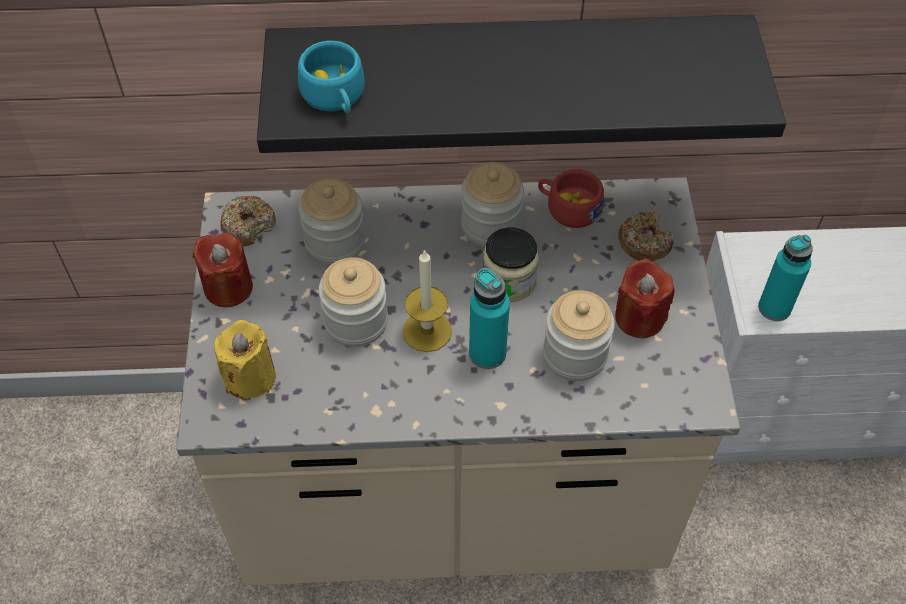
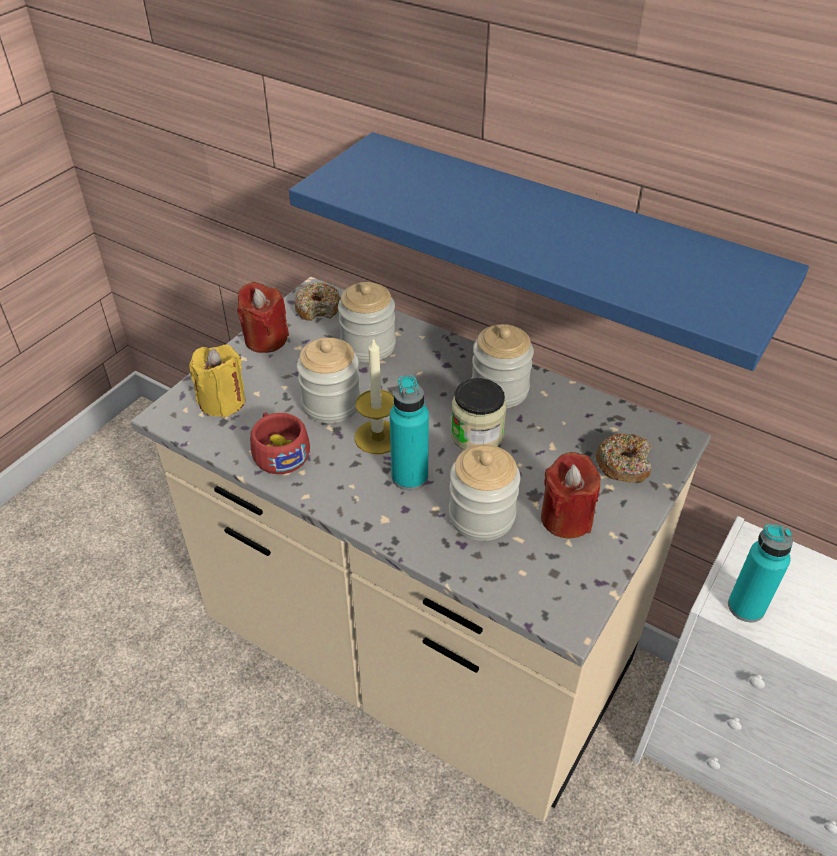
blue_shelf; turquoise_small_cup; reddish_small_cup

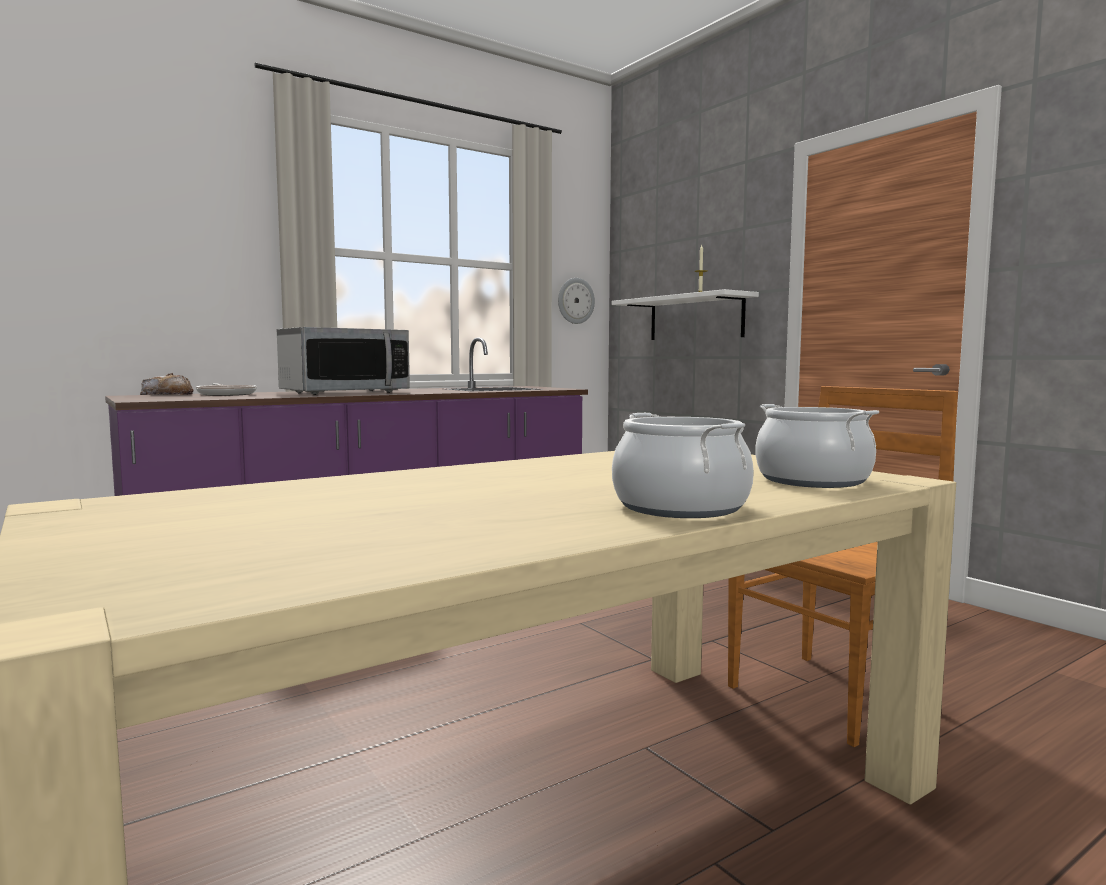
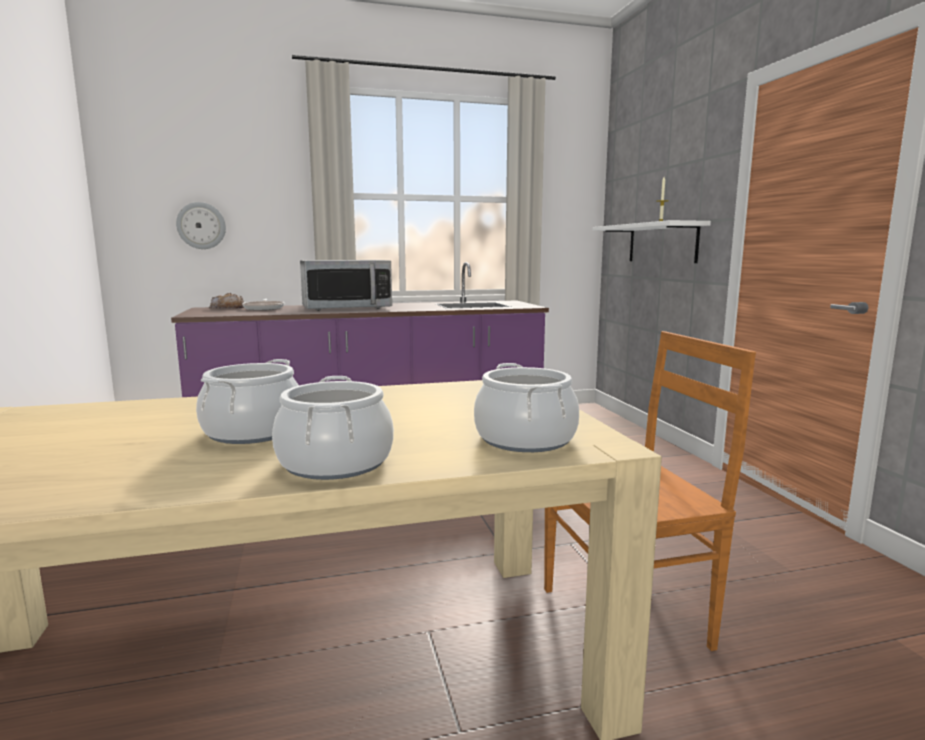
hanging_clock; stockpot (no. 1 from left)

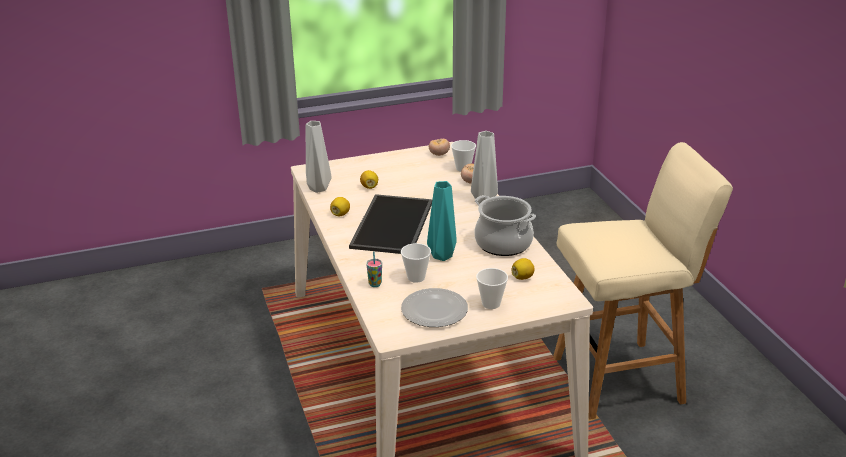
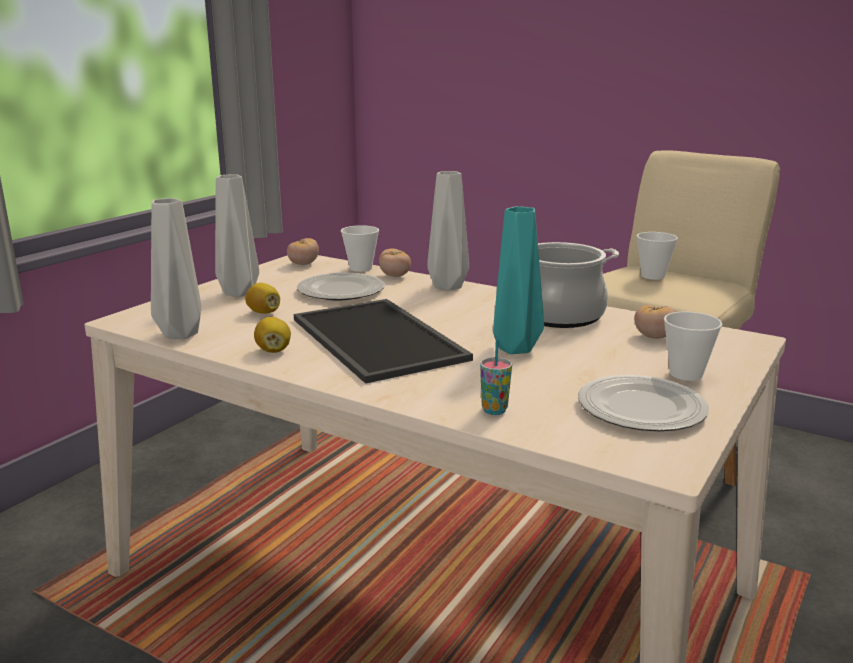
small_cup (no. 3 from left); whole_tomato (no. 3 from left); grey_decorative_vase (no. 2 from left); flat_dish (no. 1 from left)

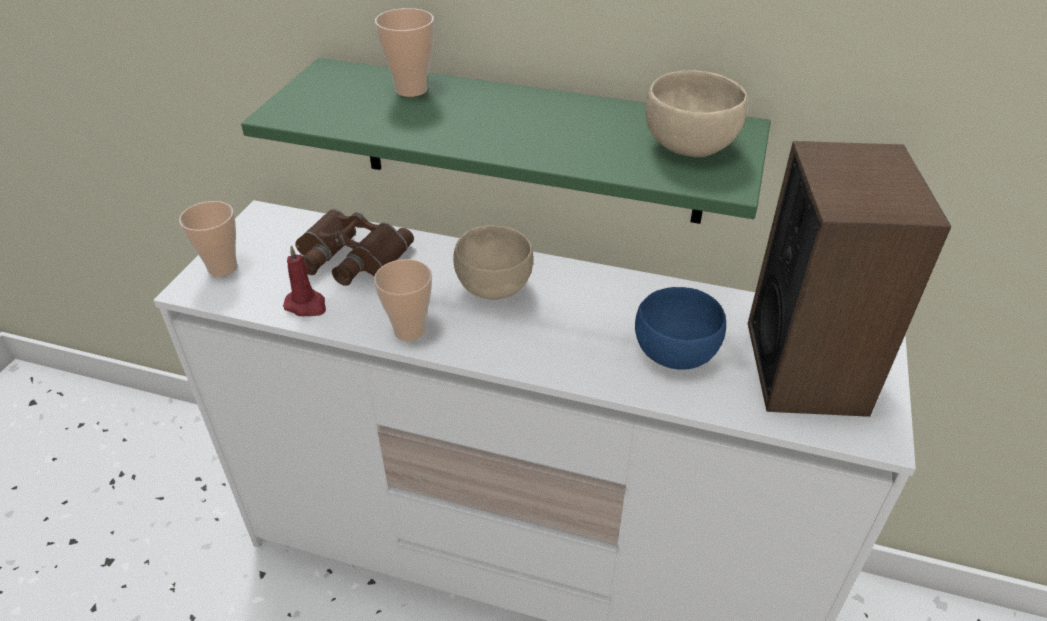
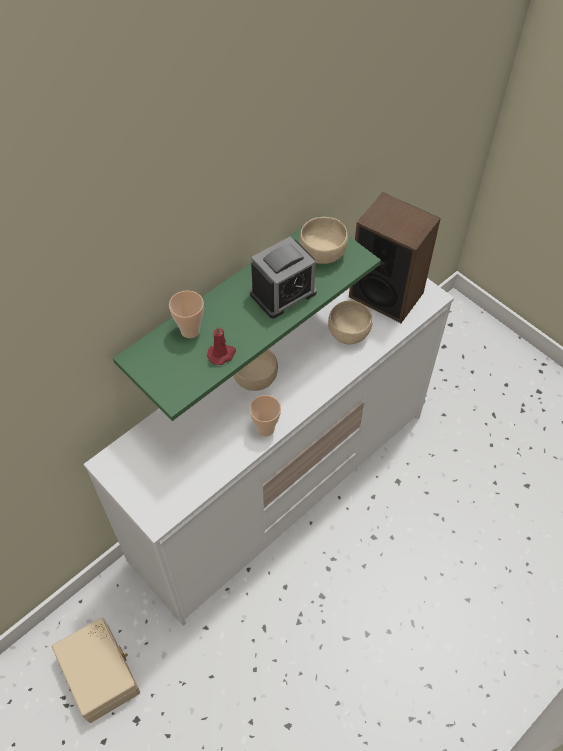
small_cup (no. 1 from left in the first image); reddish_candle; brown-coloured_pair_of_binoculars; sand-coloured_serving_bowl (no. 3 from left); sand-coloured_storage_box; alarm_clock

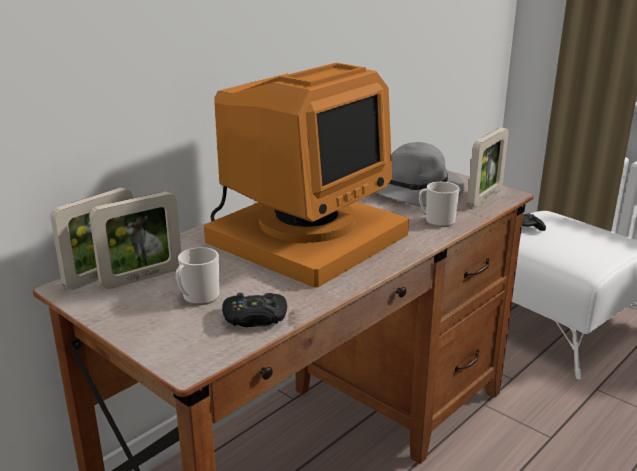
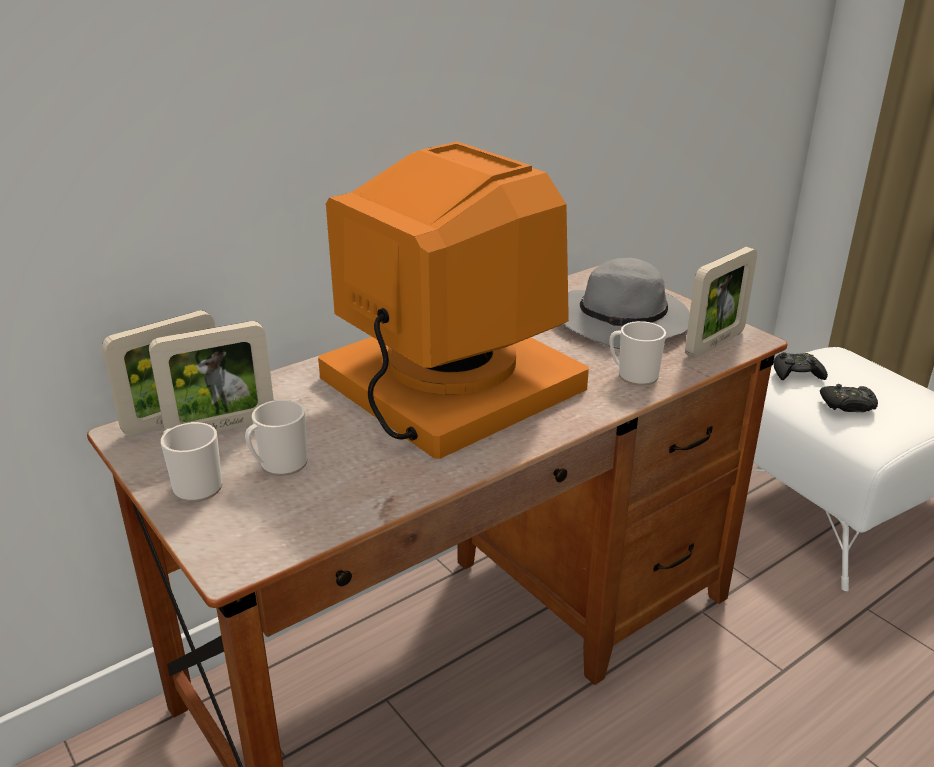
computer_screen; black-coloured_joypad (no. 2 from left); tea_mug (no. 1 from left)

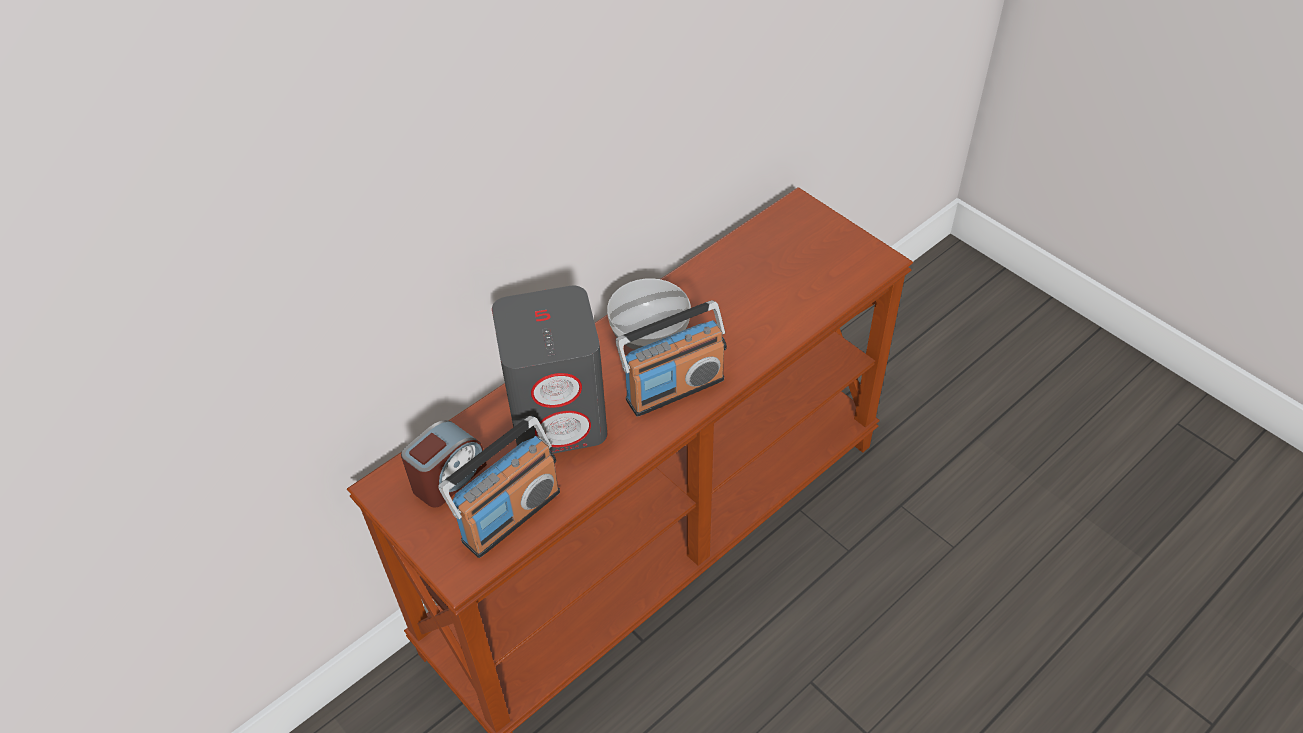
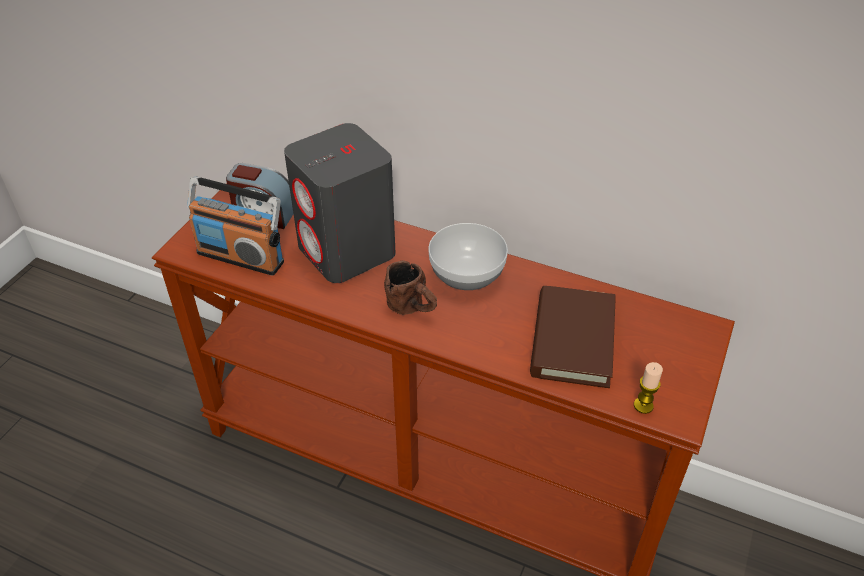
brown-coloured_tea_mug; brown-coloured_volume; candle

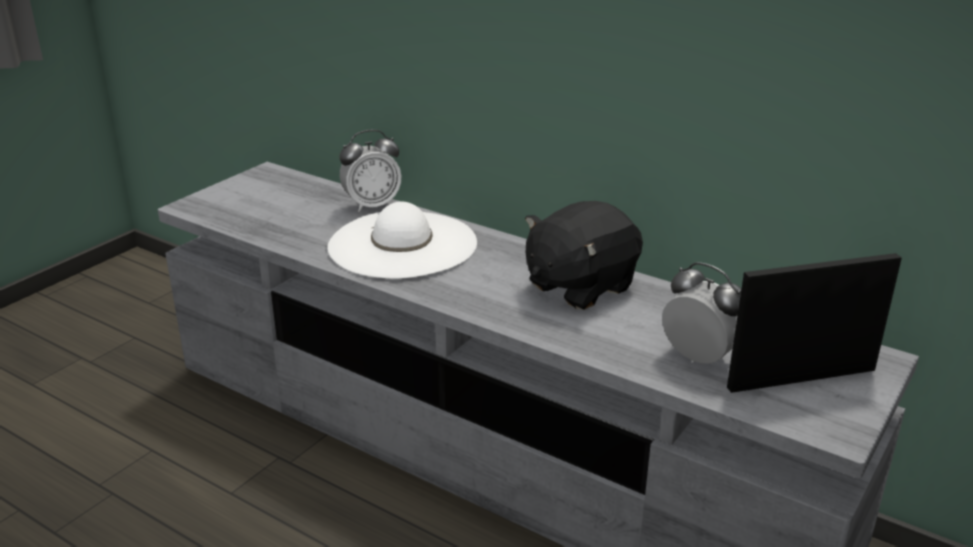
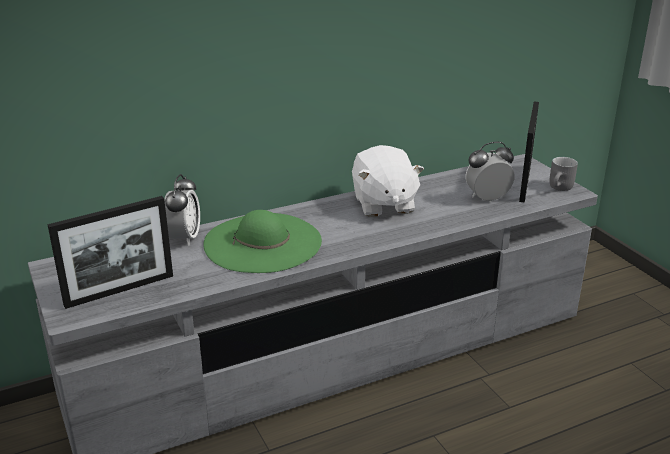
greenish_wearable_hat; white-coloured_plush_toy; standing_frame (no. 1 from left); grey_tea_mug

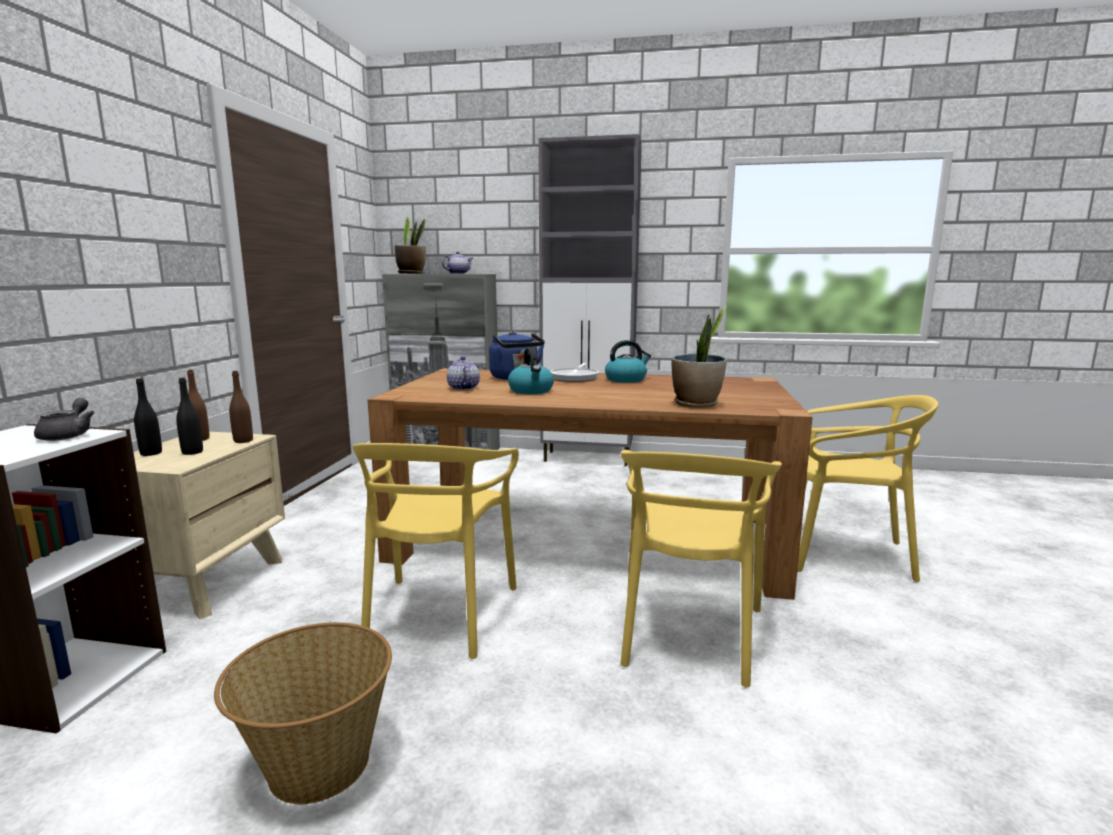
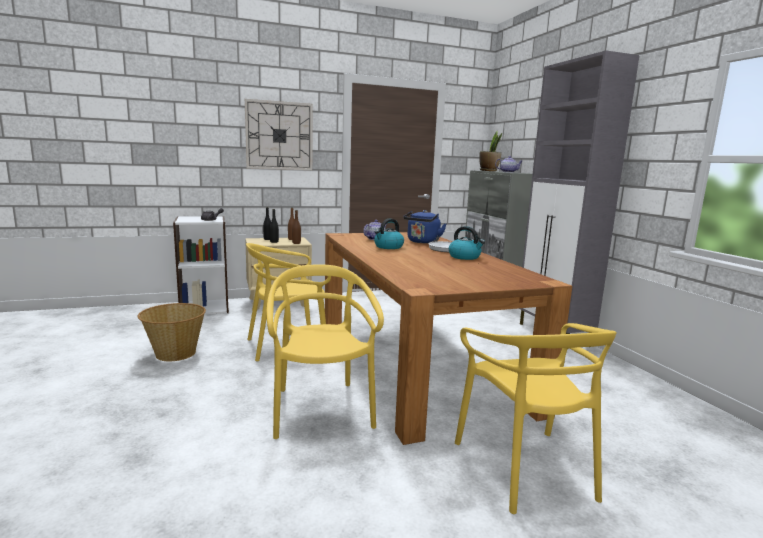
yellow-coloured_plain_chair (no. 2 from left); houseplant (no. 2 from left in the first image); hanging_clock

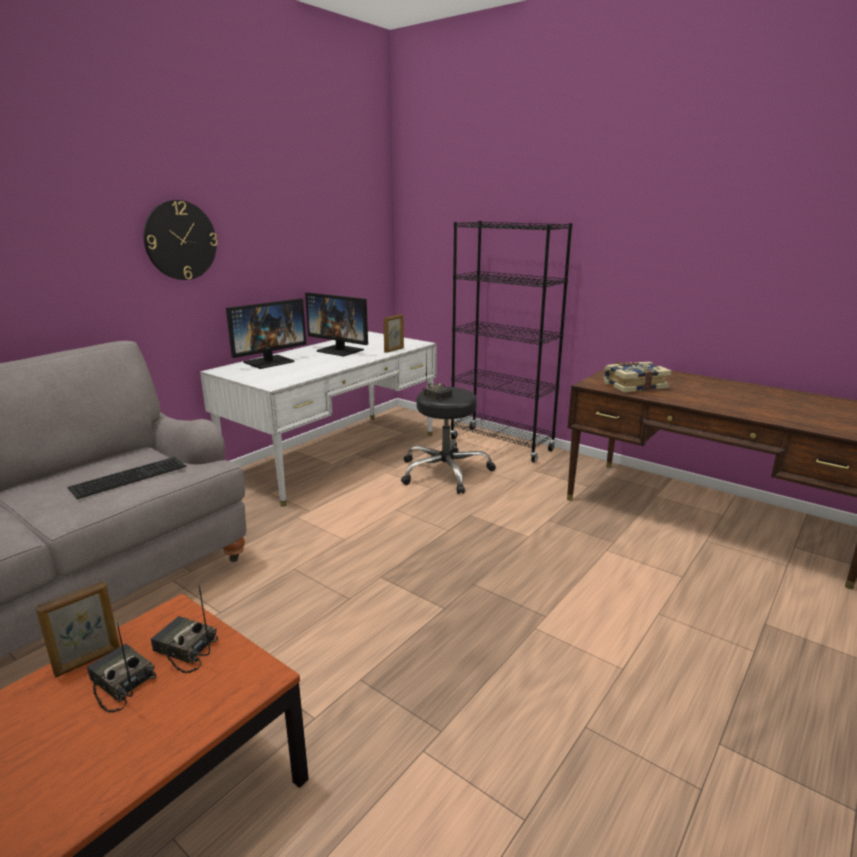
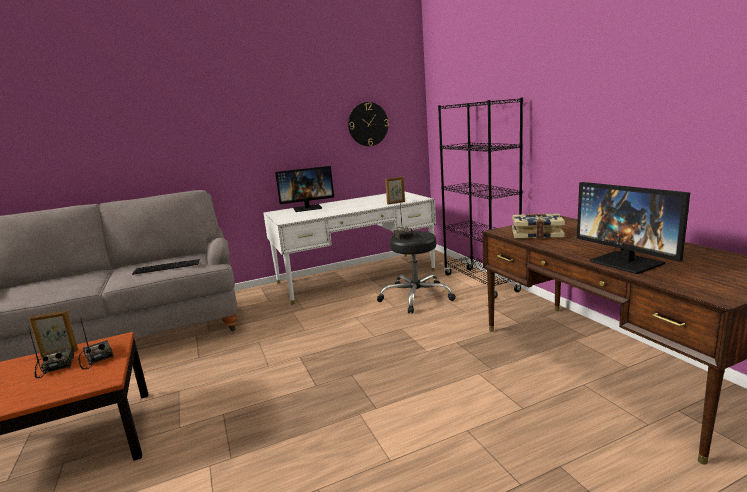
hanging_clock; computer_screen (no. 2 from left)

